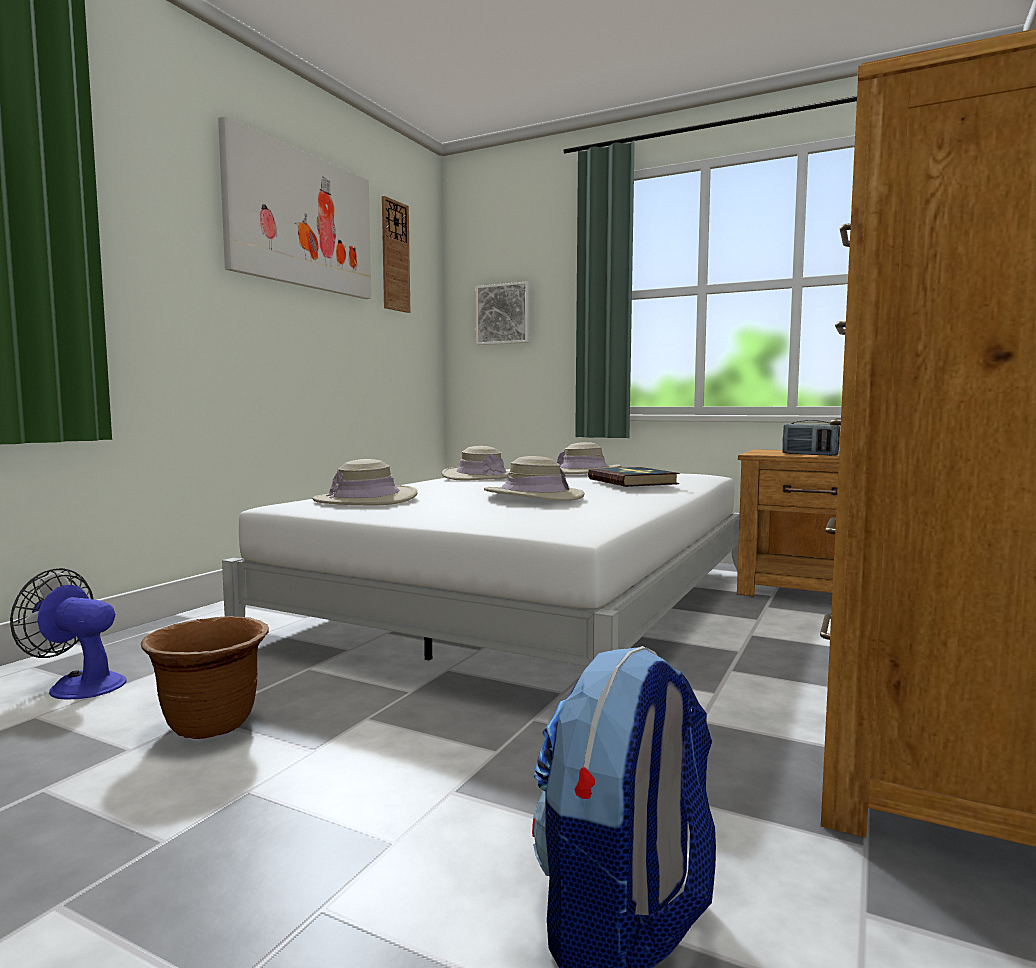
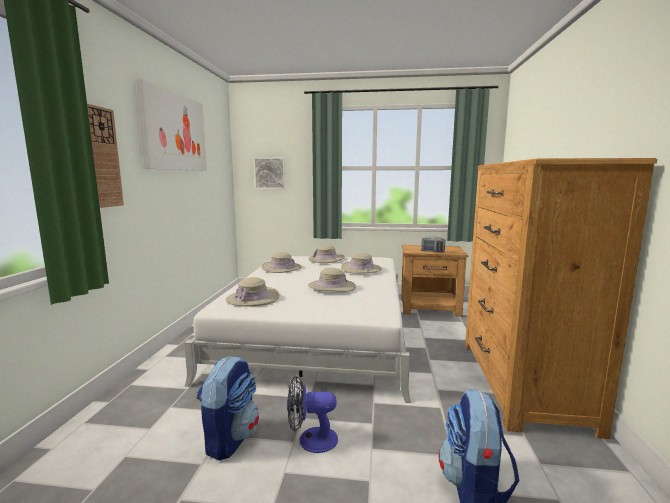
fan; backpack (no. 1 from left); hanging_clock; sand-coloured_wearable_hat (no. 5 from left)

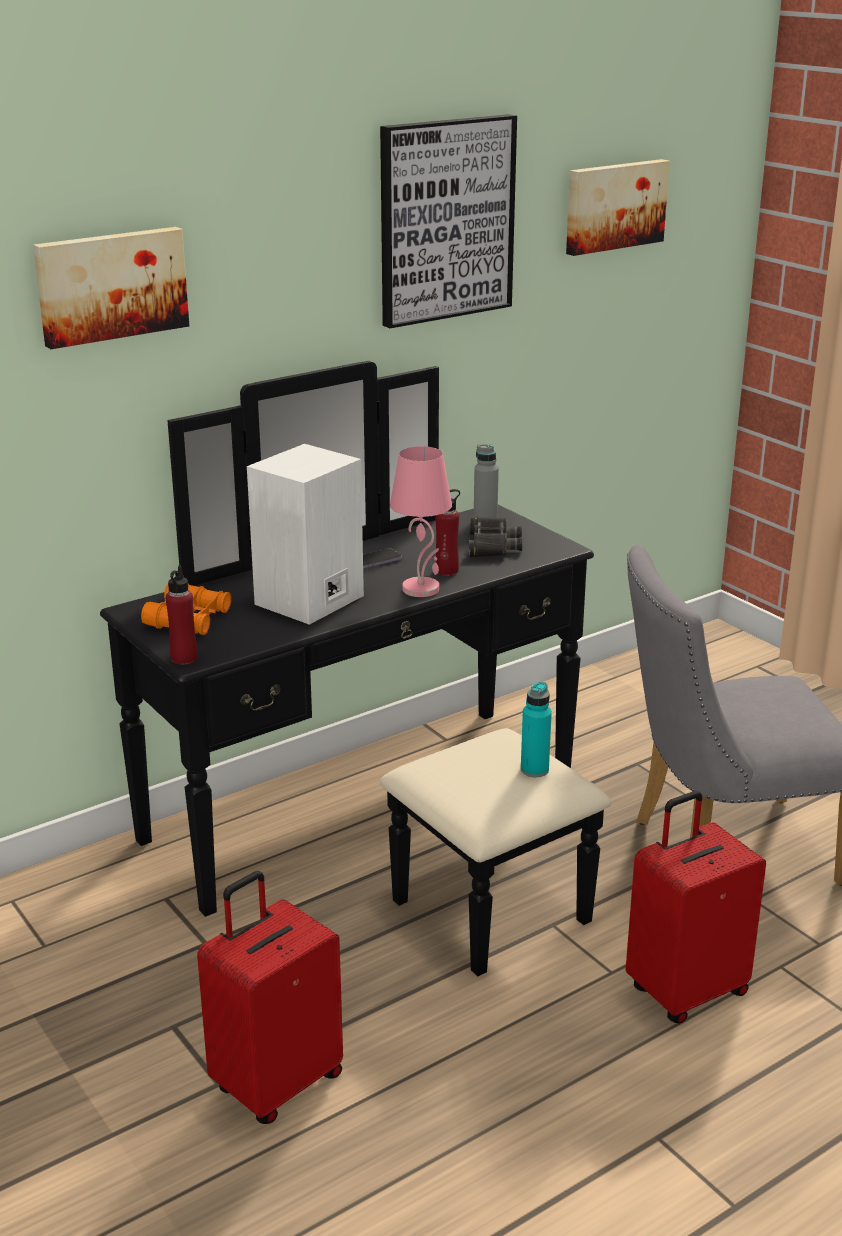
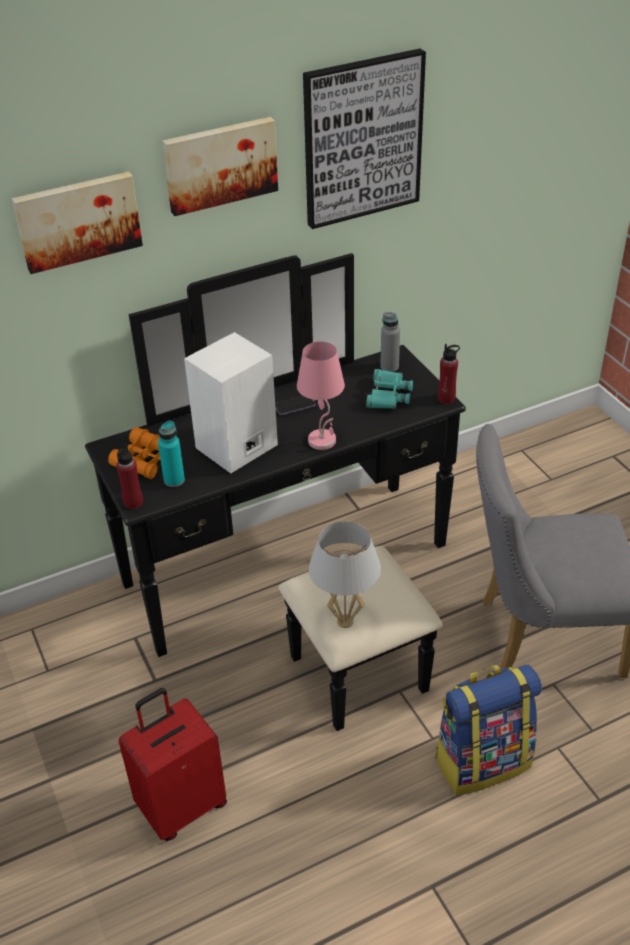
reddish_drink_bottle (no. 2 from left); turquoise_pair_of_binoculars; turquoise_drink_bottle; wall_art (no. 2 from left); backpack; white-coloured_lamp_for_a_table

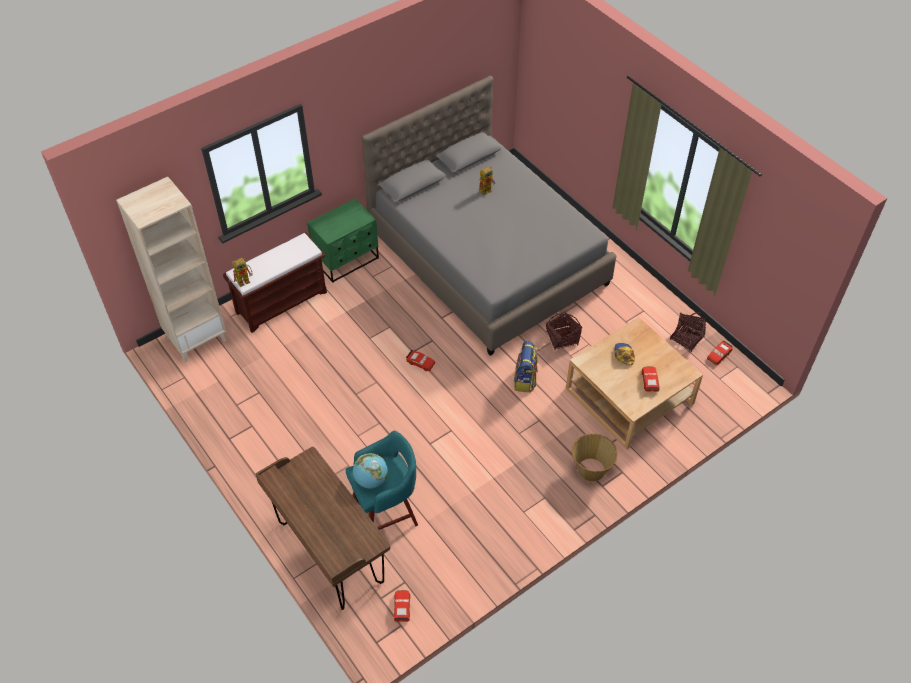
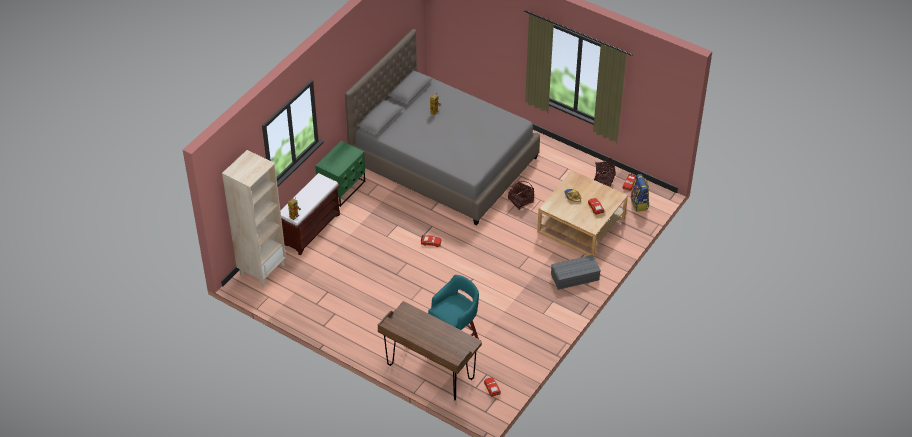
desk_globe; backpack; grey_storage_box

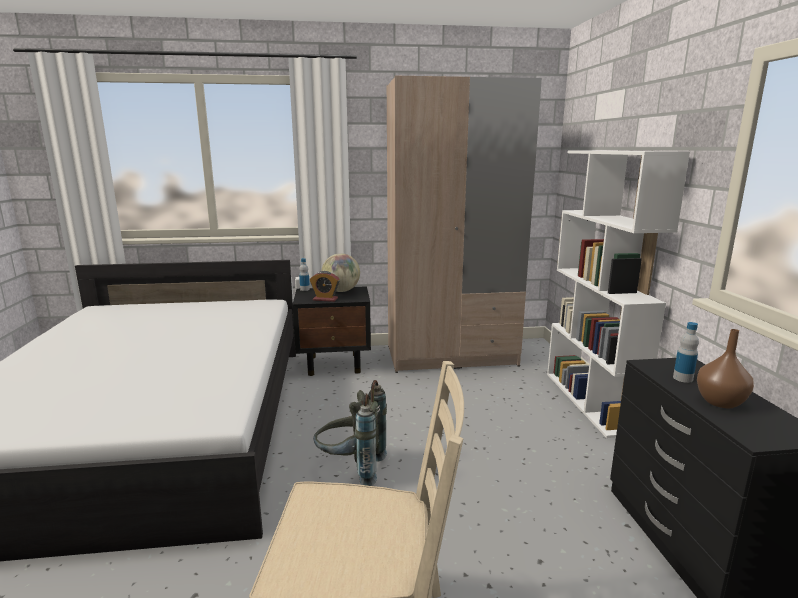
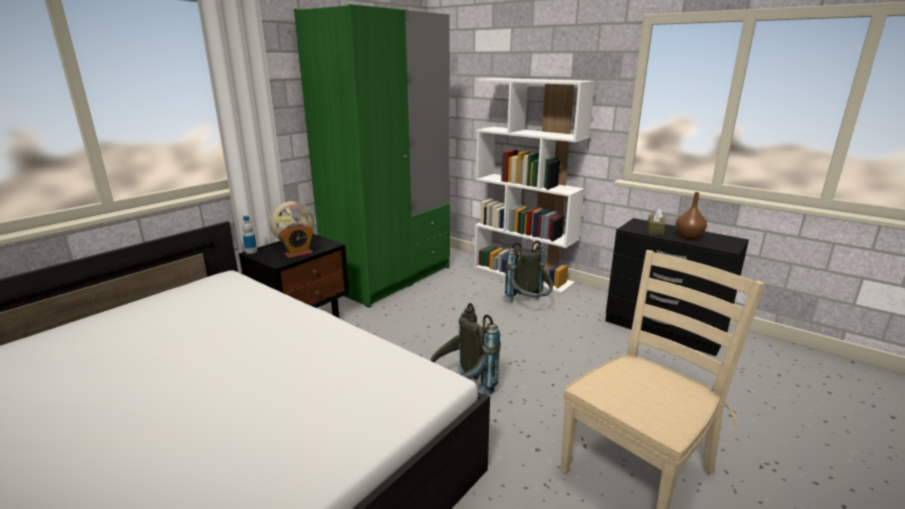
greenish_clothes_cupboard; brown-coloured_tissue_holder; grey_backpack (no. 2 from left)

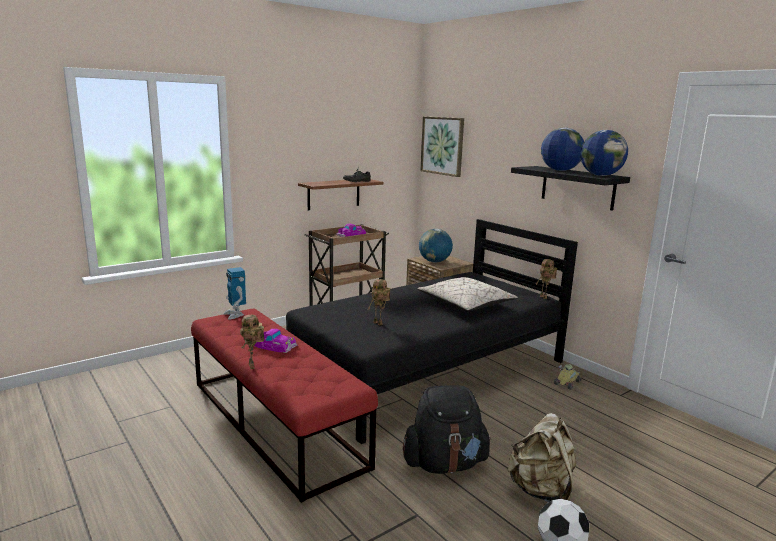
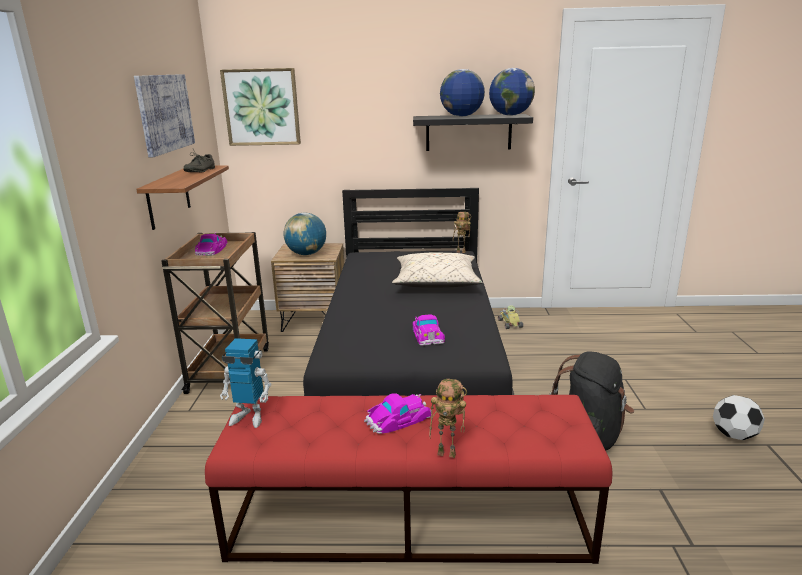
model_car (no. 3 from left); sand-coloured_backpack; wall_art (no. 1 from left)

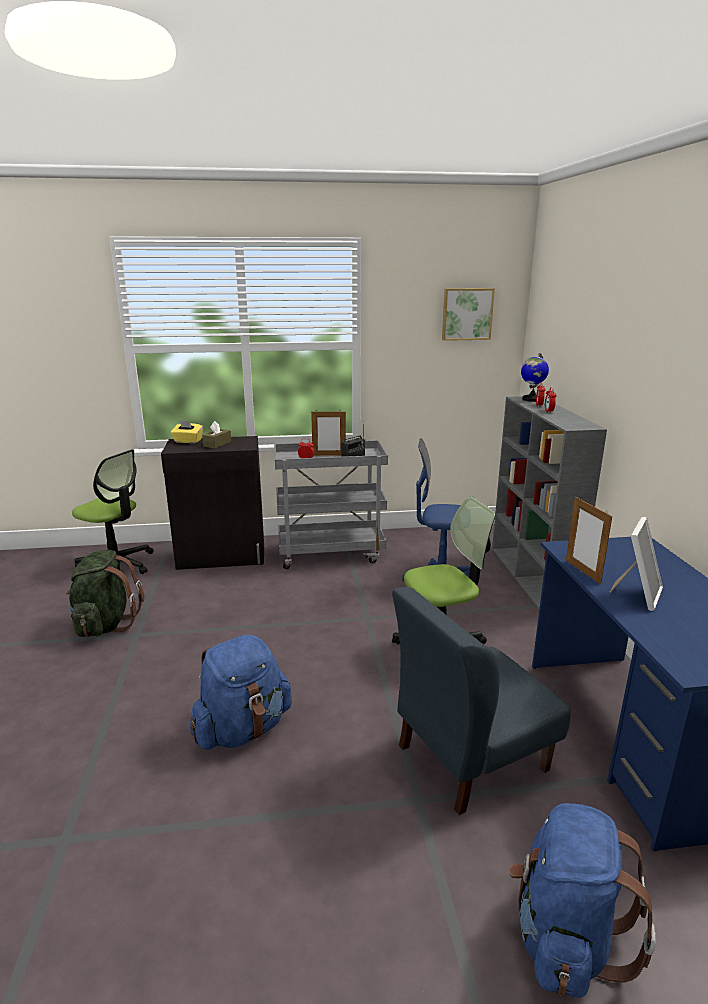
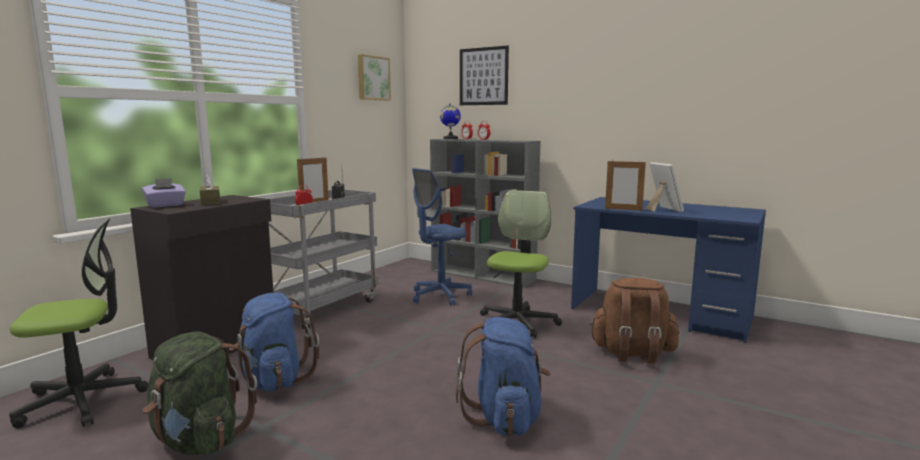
purple_tissue_holder; brown-coloured_backpack; blue_backpack (no. 1 from left); wall_art (no. 2 from left)

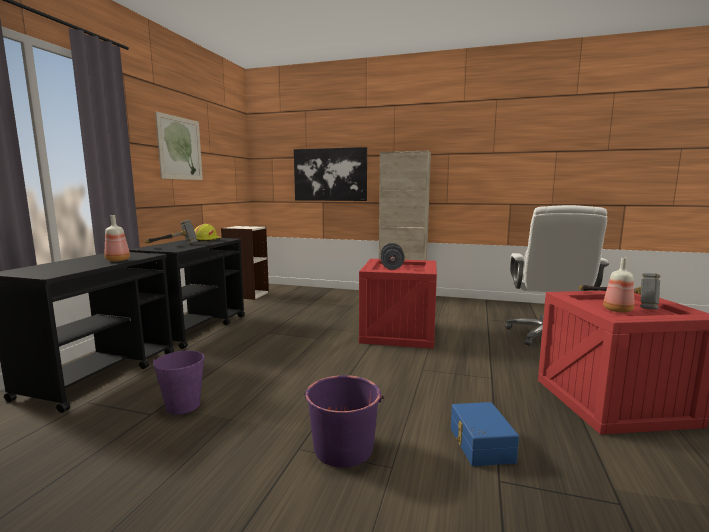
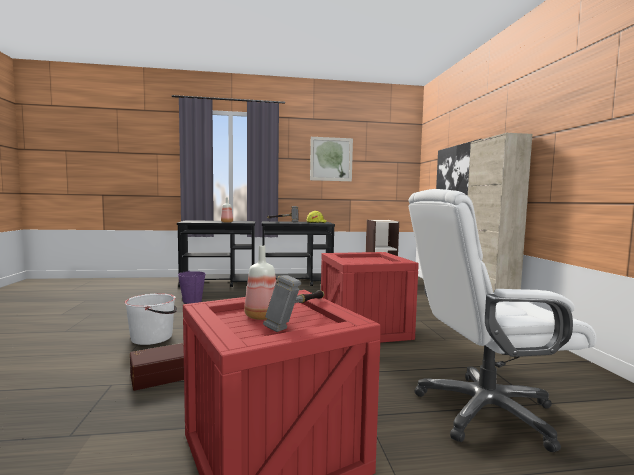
white-coloured_water_bucket; grey_free_weight; brown-coloured_storage_box

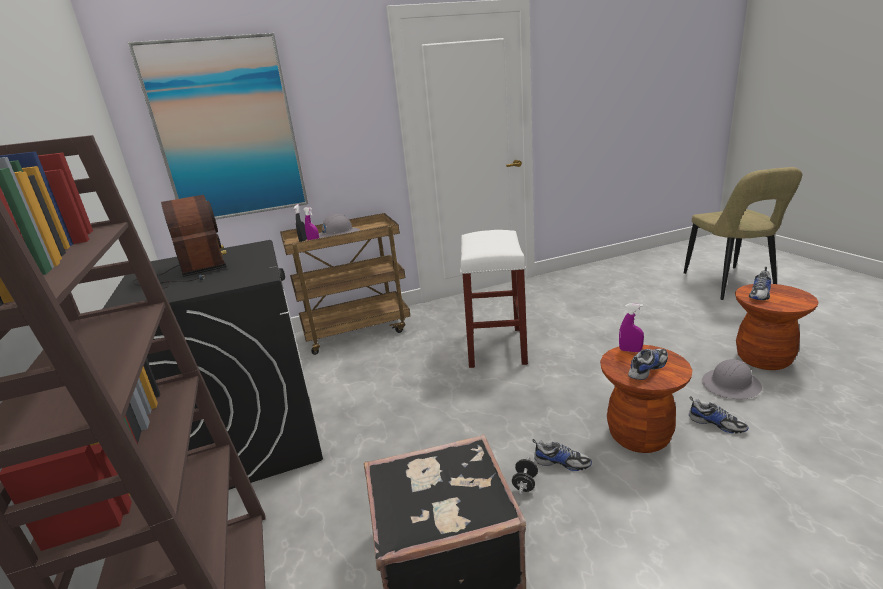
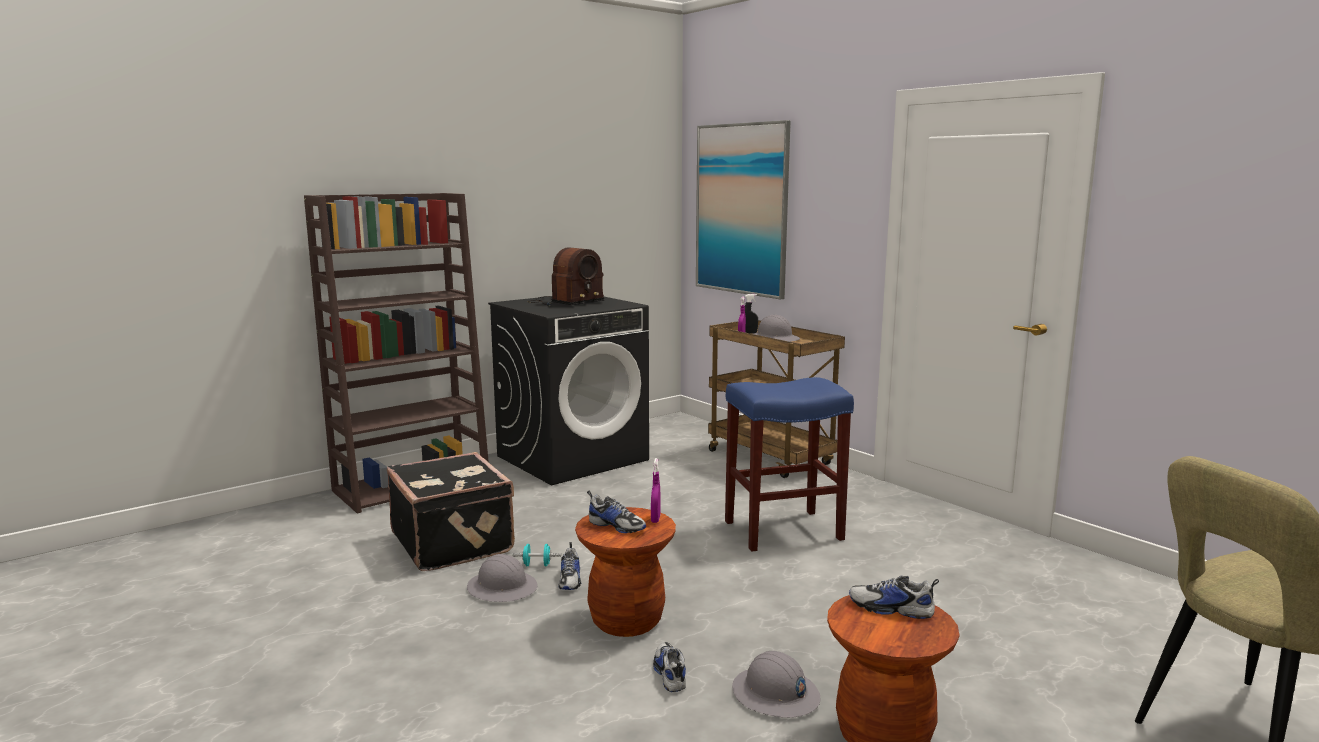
blue_stool; turquoise_free_weight; shoe (no. 3 from left); grey_work_helmet (no. 1 from left)

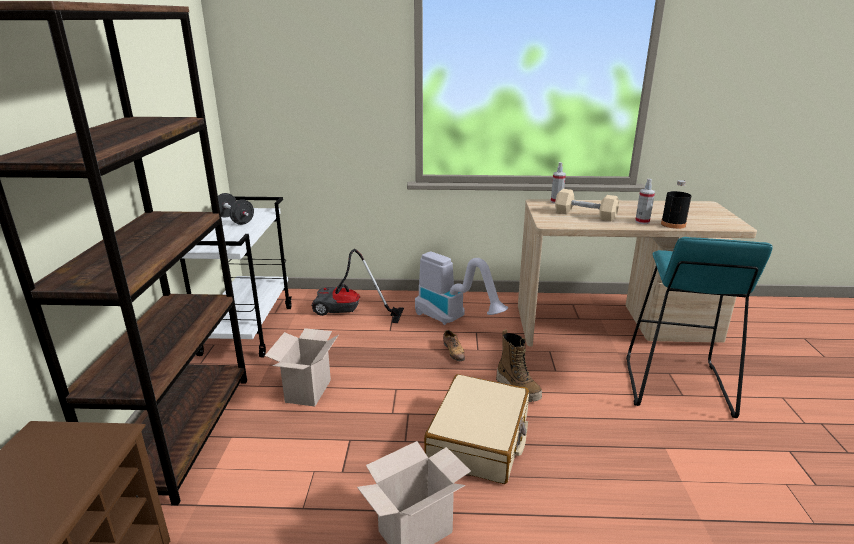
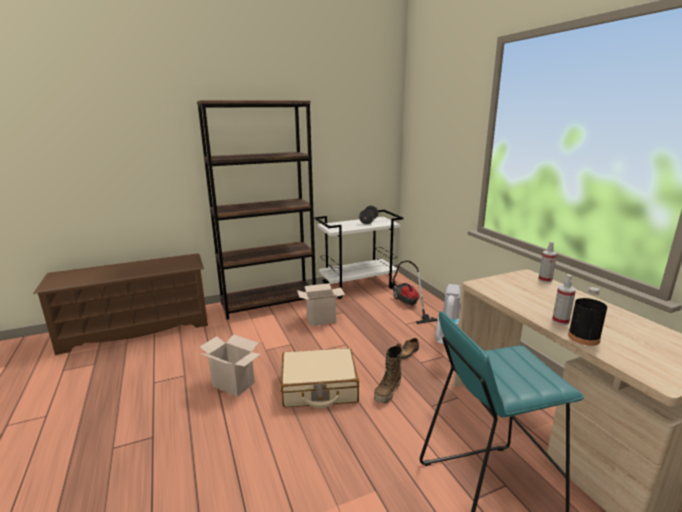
sand-coloured_free_weight

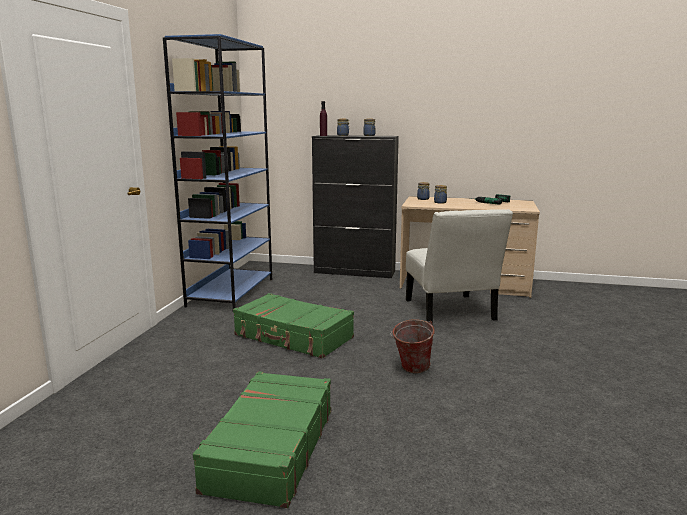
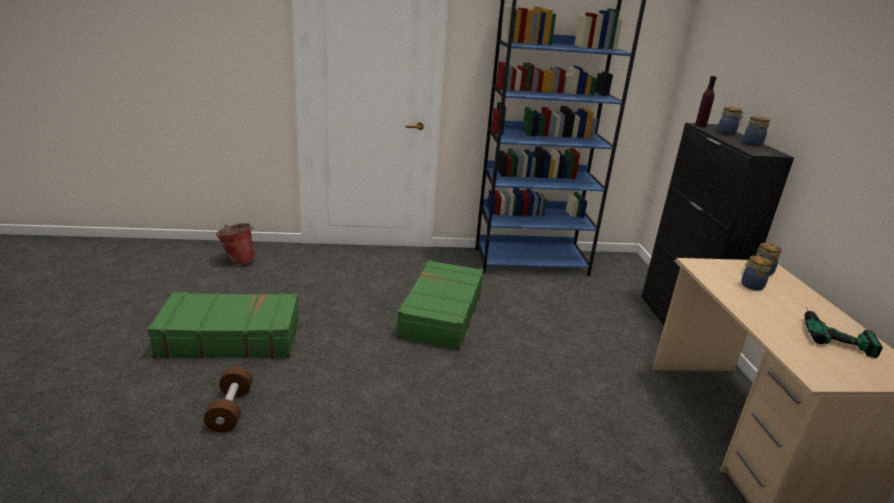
water_bucket; white-coloured_plain_chair; brown-coloured_free_weight

